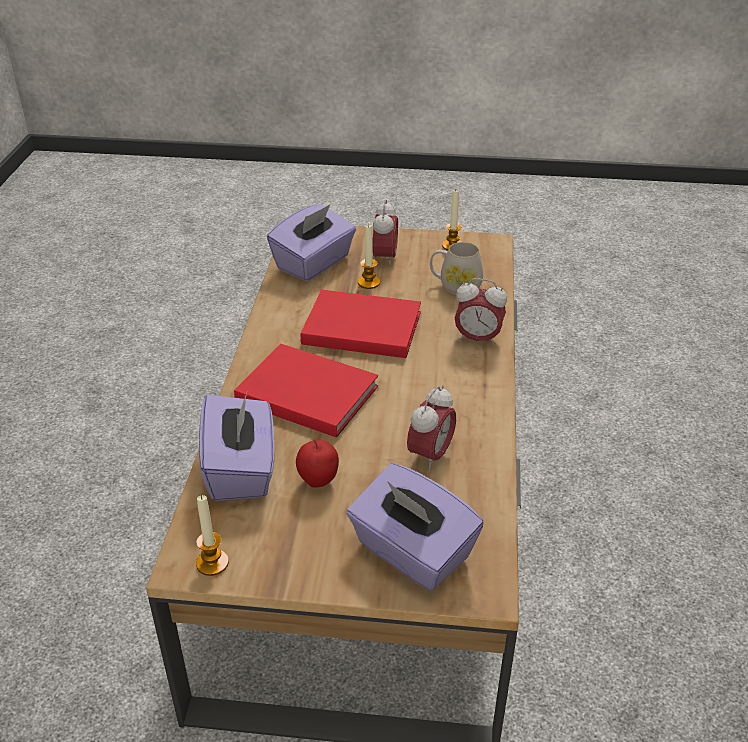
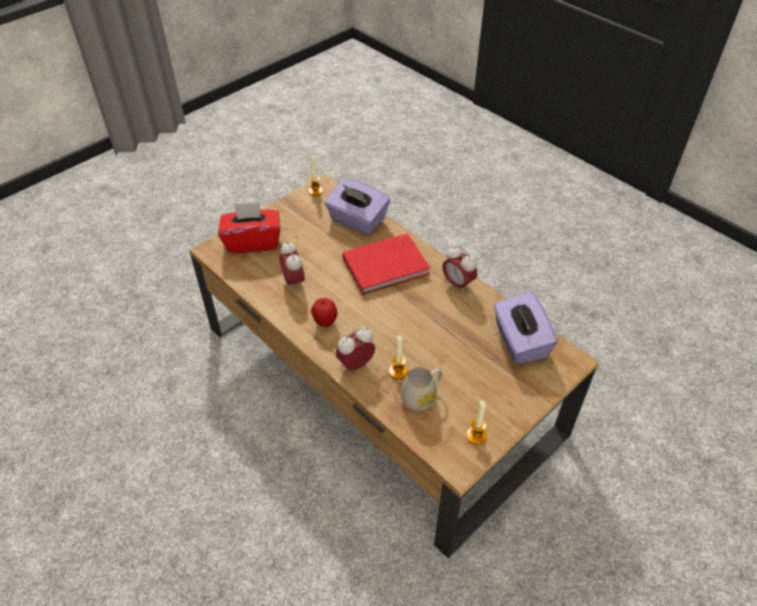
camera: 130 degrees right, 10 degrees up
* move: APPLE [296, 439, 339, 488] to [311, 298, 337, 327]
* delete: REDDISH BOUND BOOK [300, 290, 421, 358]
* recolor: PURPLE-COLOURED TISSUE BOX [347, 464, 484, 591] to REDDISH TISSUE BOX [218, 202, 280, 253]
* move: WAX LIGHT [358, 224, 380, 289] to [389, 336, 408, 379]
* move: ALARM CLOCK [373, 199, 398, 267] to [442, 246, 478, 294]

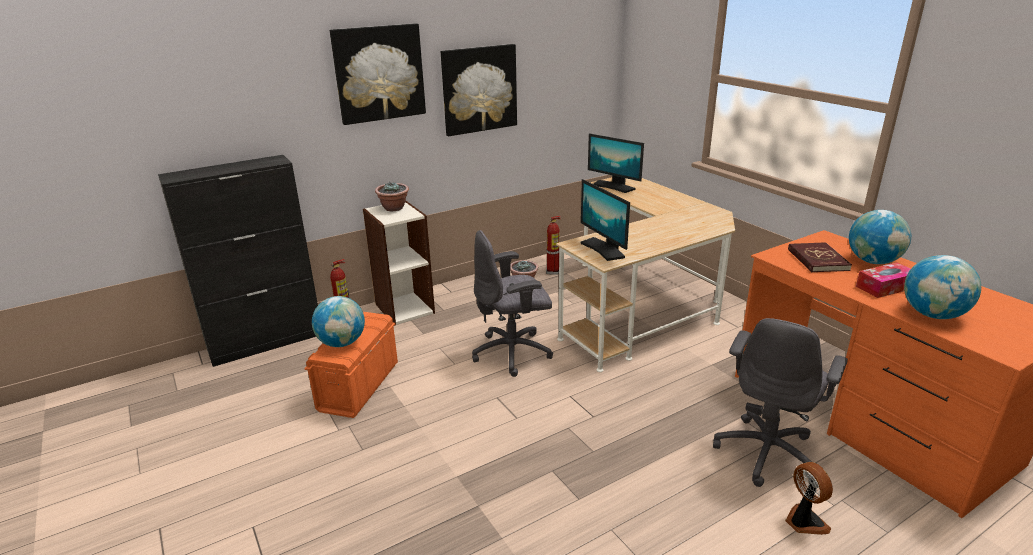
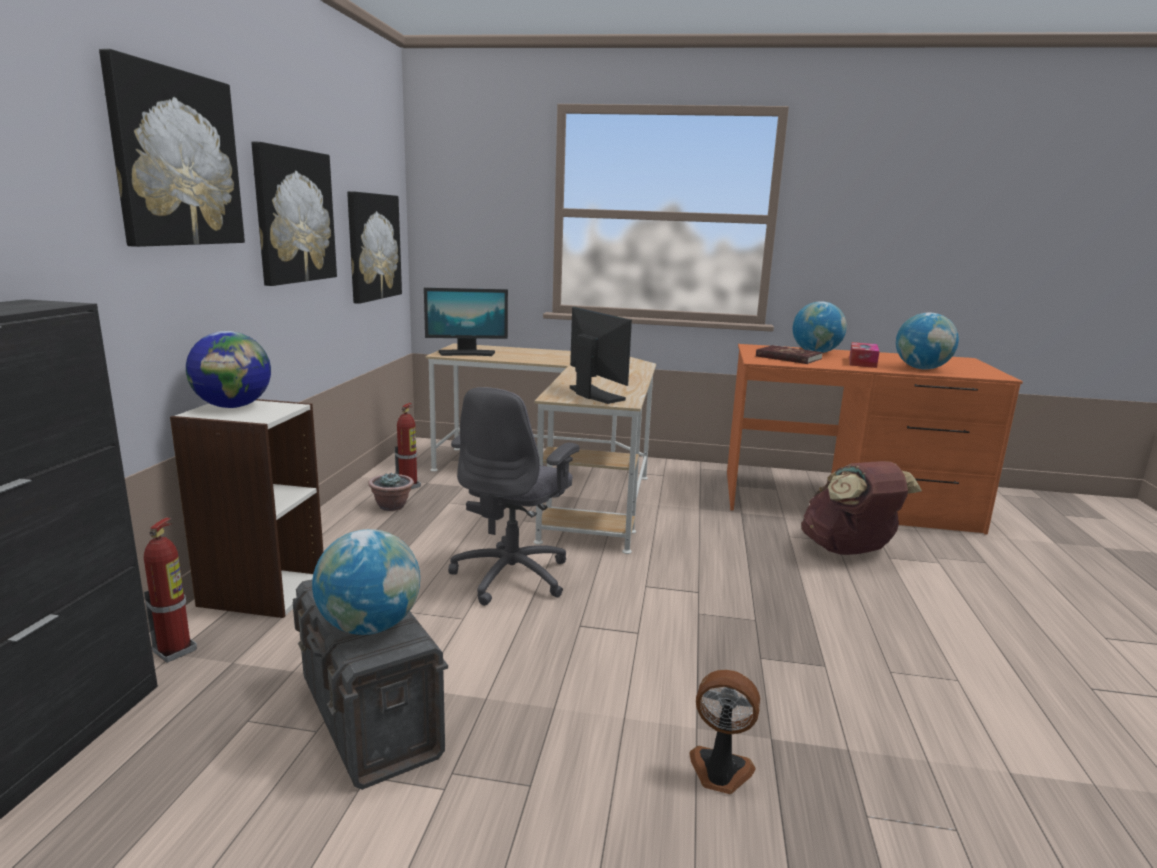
camera: 50 degrees left, 10 degrees down
* recolor: ORANGE-COLOURED STORAGE BIN [304, 312, 398, 418] to GREYISH STORAGE BIN [293, 579, 448, 790]
* replace: POTTED PLANT [375, 182, 409, 211] to DESK GLOBE [186, 331, 271, 408]
* rotate: COMPUTER DISPLAY [581, 179, 630, 261] = [570, 307, 632, 404] 135 degrees counterclockwise
* replace: GREYISH COMPUTER CHAIR [713, 318, 848, 487] to BROWN-COLOURED BACKPACK [801, 461, 922, 555]
* move: ELECTRIC FAN [785, 462, 833, 535] to [689, 670, 760, 794]
* insert: WALL ART [347, 191, 402, 304]

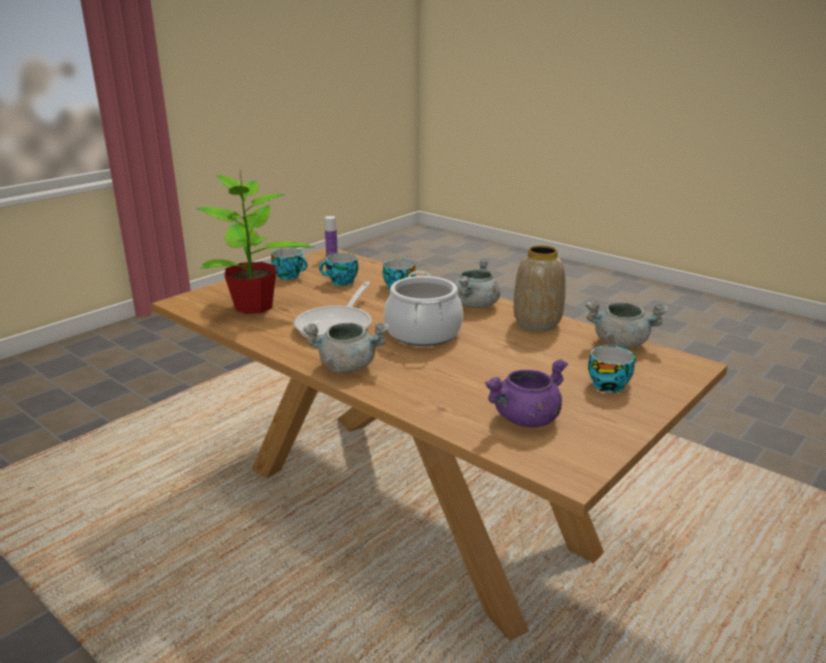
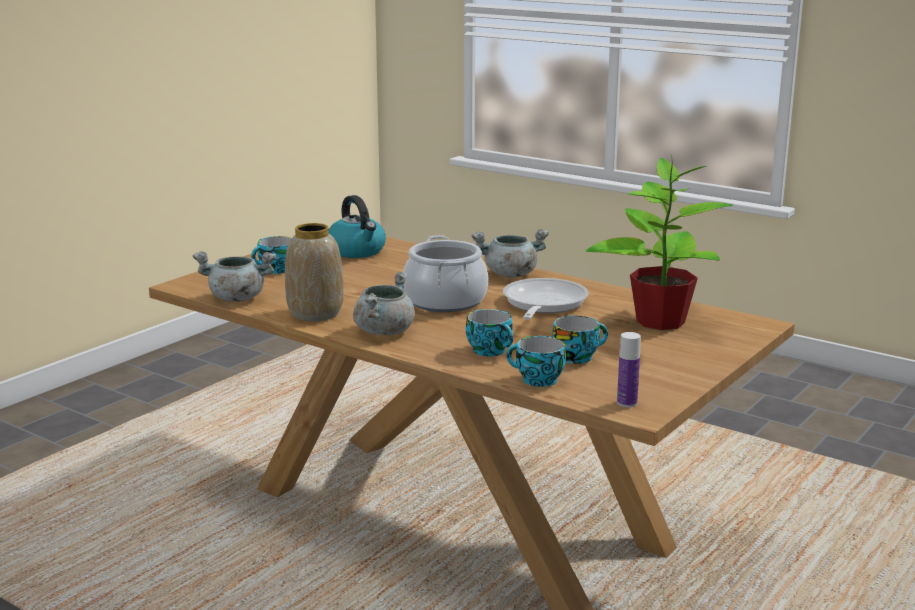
camera: 175 degrees right, 5 degrees down
* move: CUP [271, 248, 308, 280] to [506, 336, 566, 387]
* replace: PURPLE-COLOURED COOKING POT [485, 359, 568, 427] to TEA KETTLE [328, 195, 386, 258]

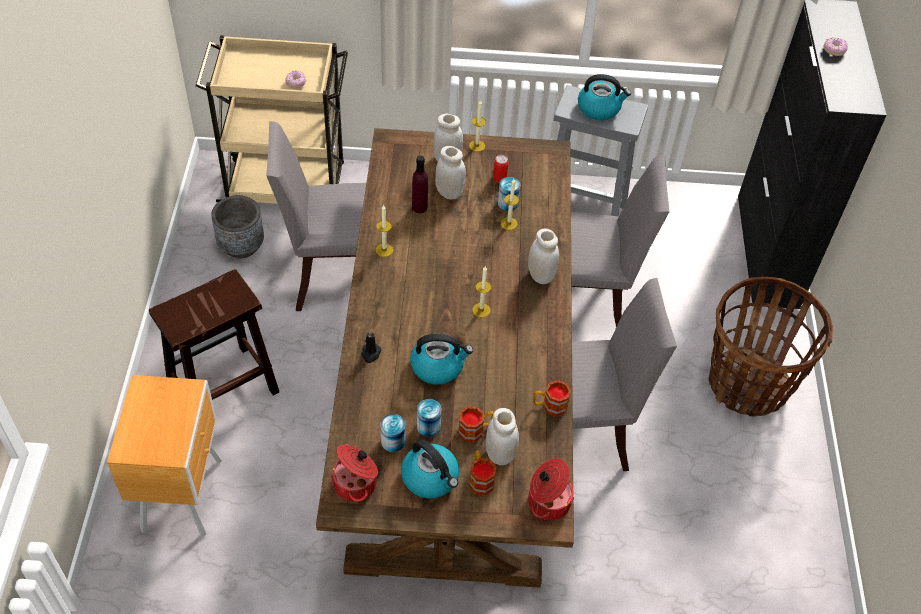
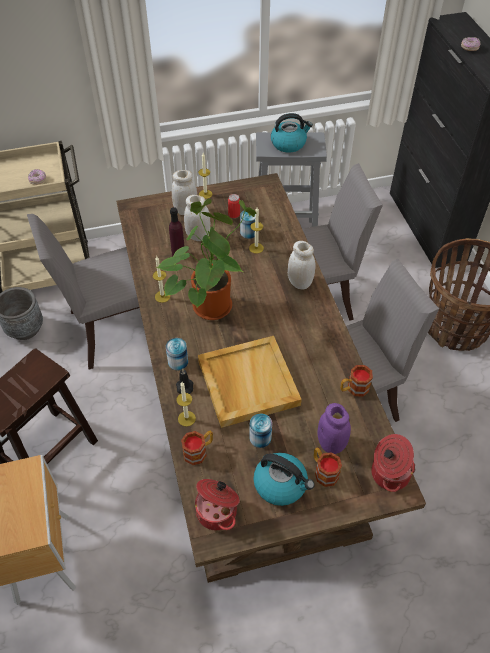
camera: 15 degrees left, 0 degrees up
* move: CAN [380, 414, 405, 452] to [166, 338, 188, 371]
* replace: TEA KETTLE [410, 334, 473, 385] to BEIGE CARRYING TRAY [198, 336, 302, 428]
* move: MUG [458, 406, 494, 443] to [181, 431, 213, 465]
* move: WAX LIGHT [472, 266, 491, 318] to [176, 382, 196, 427]
* recolor: WHITE JAR [486, 408, 519, 465] to PURPLE-COLOURED JAR [318, 403, 351, 454]
* insert: POTTED PLANT [155, 199, 256, 320]

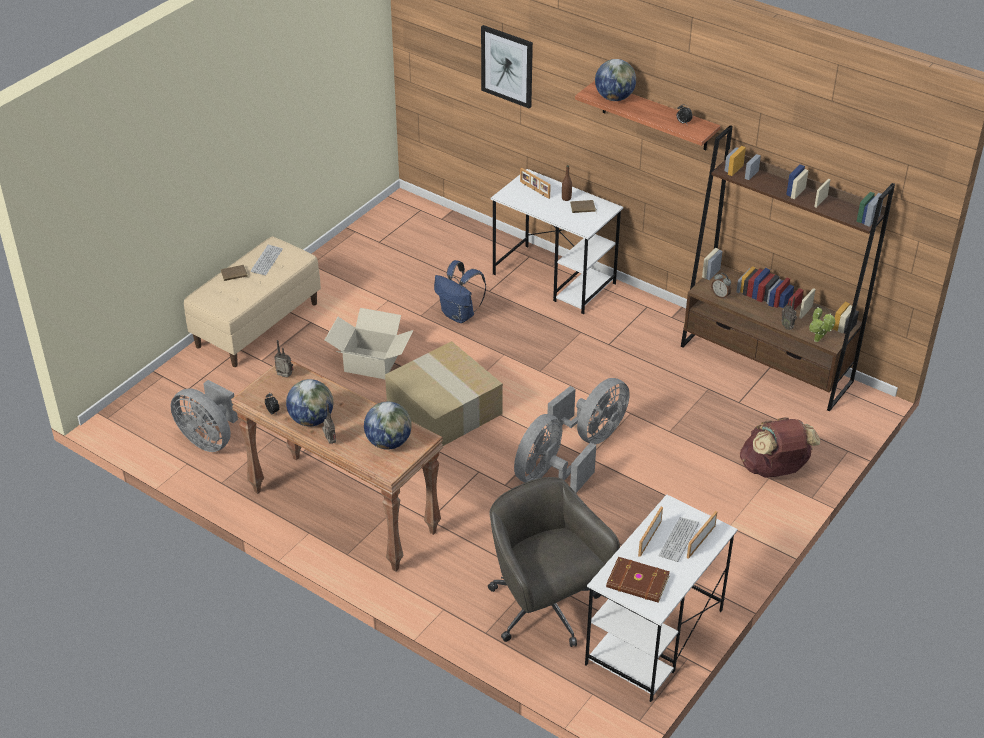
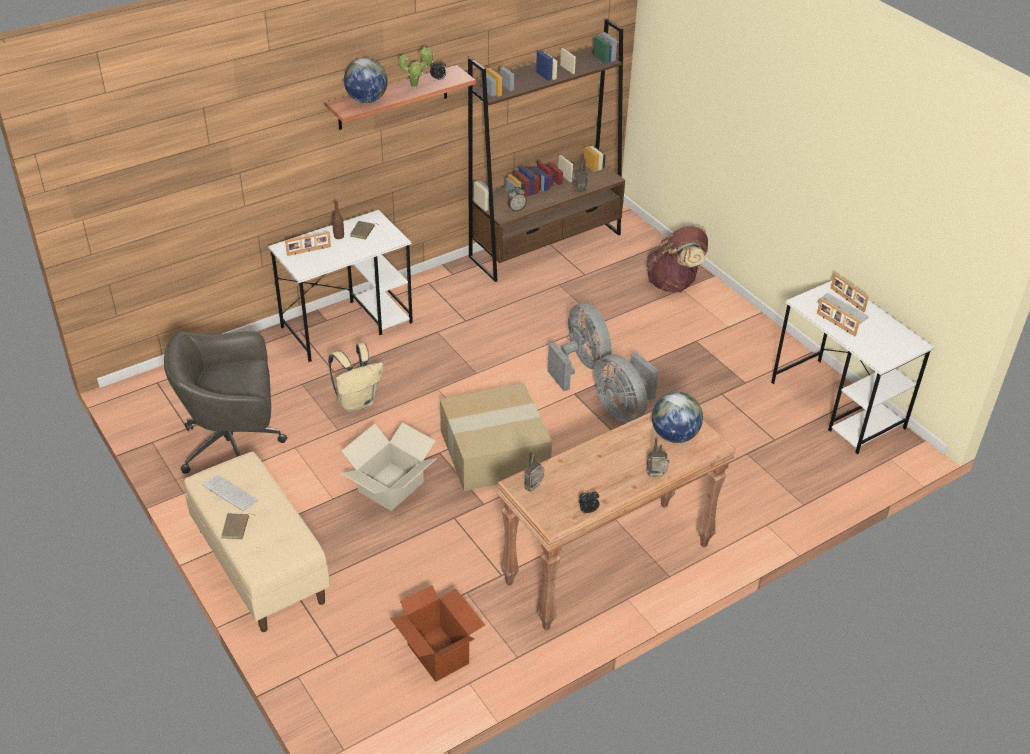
camera: 70 degrees left, 0 degrees up
* replace: GREYISH ELECTRIC FAN [170, 380, 238, 452] to PACKING BOX [390, 585, 485, 682]
* delete: DESK GLOBE [286, 379, 333, 427]
* recolor: BLUE BACKPACK [434, 260, 486, 323] to BEIGE BACKPACK [328, 343, 383, 412]
* delete: WALL ART [481, 25, 533, 108]
* move: GREYISH COMPUTER CHAIR [488, 477, 620, 647] to [164, 331, 287, 474]
* delete: BROWN-COLOURED BOUND BOOK [606, 557, 670, 603]
* move: POTTED PLANT [809, 307, 835, 342] to [399, 46, 434, 88]

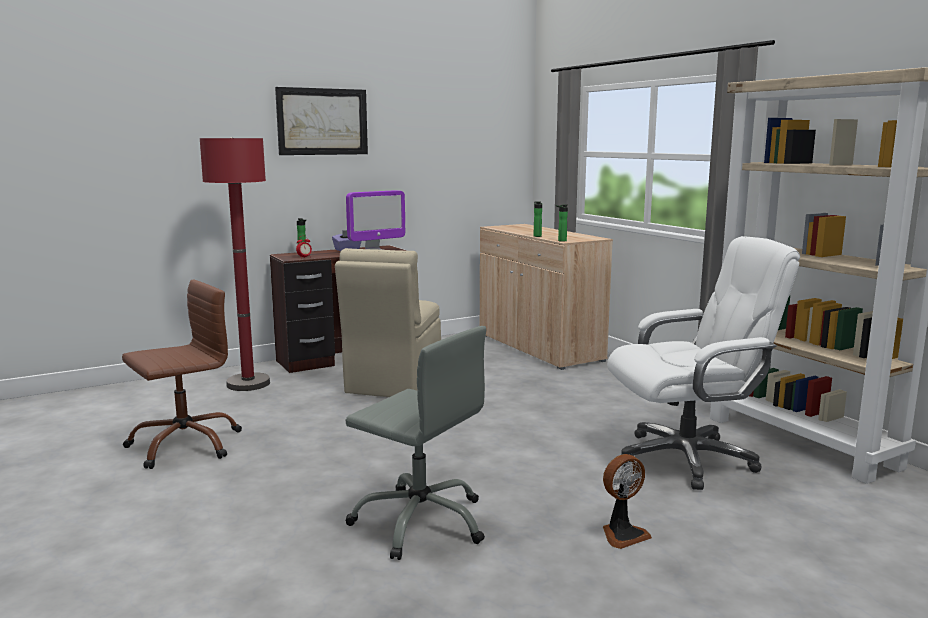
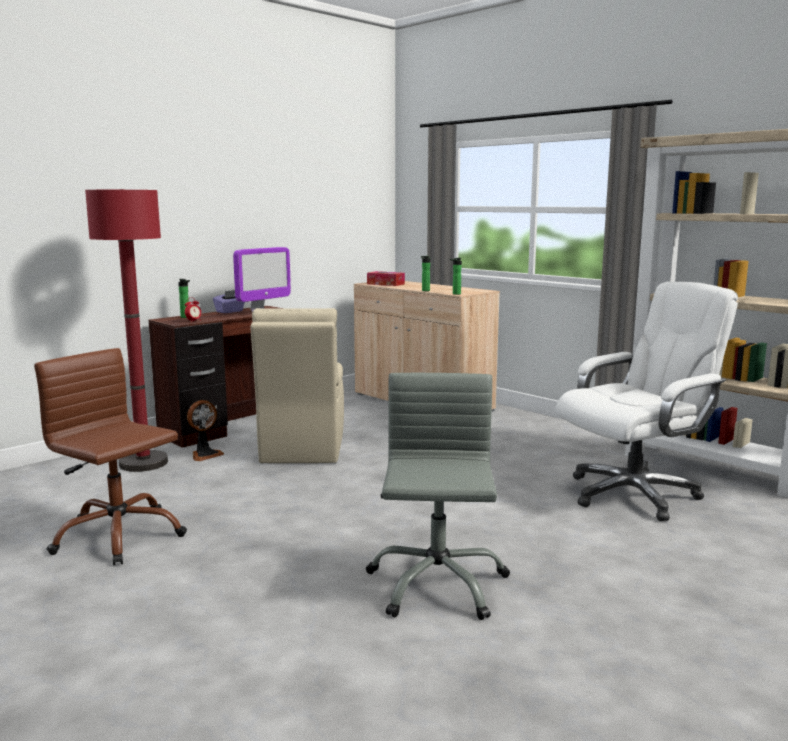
camera: 15 degrees left, 0 degrees up
* rotate: BROWN-COLOURED COMPUTER CHAIR [122, 279, 242, 469] = [34, 348, 187, 565] 90 degrees counterclockwise
* delete: WALL ART [275, 87, 368, 155]
* rotate: GREYISH COMPUTER CHAIR [345, 326, 486, 560] = [366, 373, 510, 620] 105 degrees counterclockwise
* move: ELECTRIC FAN [603, 454, 652, 549] to [187, 400, 224, 461]
* insert: TISSUE BOX [367, 271, 405, 286]

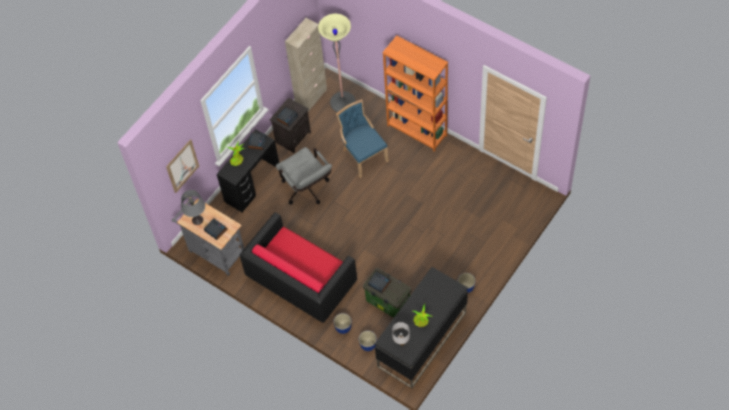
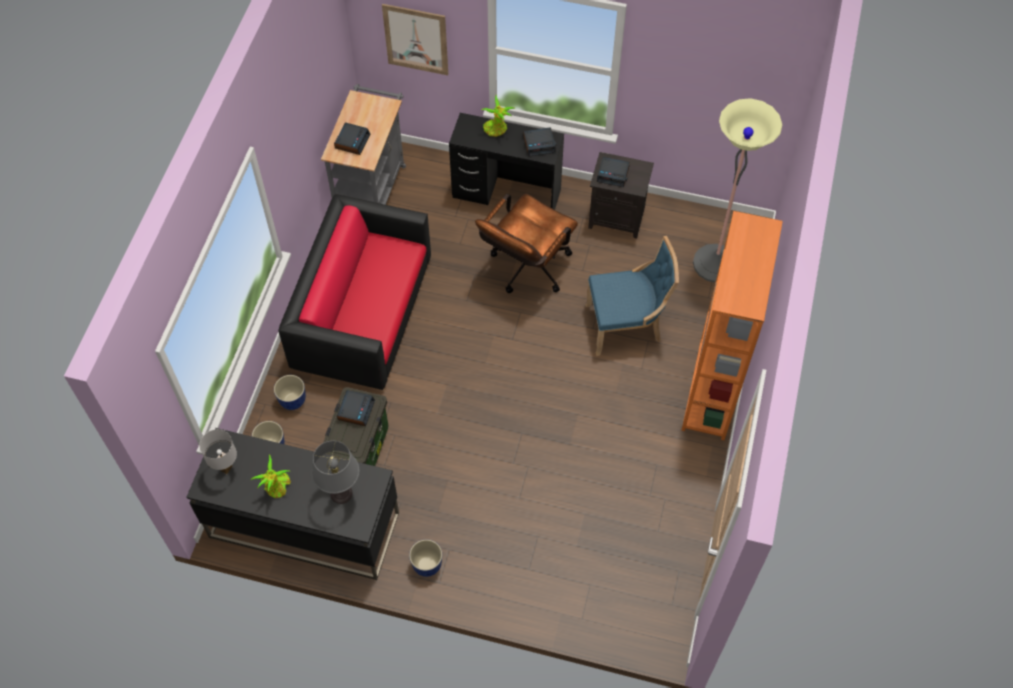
camera: 65 degrees right, 0 degrees up
* move: GREYISH TABLE LAMP [181, 190, 205, 225] to [312, 441, 359, 504]
* recolor: GREYISH COMPUTER CHAIR [276, 147, 332, 205] to BROWN-COLOURED COMPUTER CHAIR [475, 194, 578, 293]
* delete: BEIGE STORAGE CABINET [285, 18, 327, 111]
* rotate: BLUE CHAIR [336, 99, 389, 178] = [585, 236, 679, 356] 45 degrees clockwise

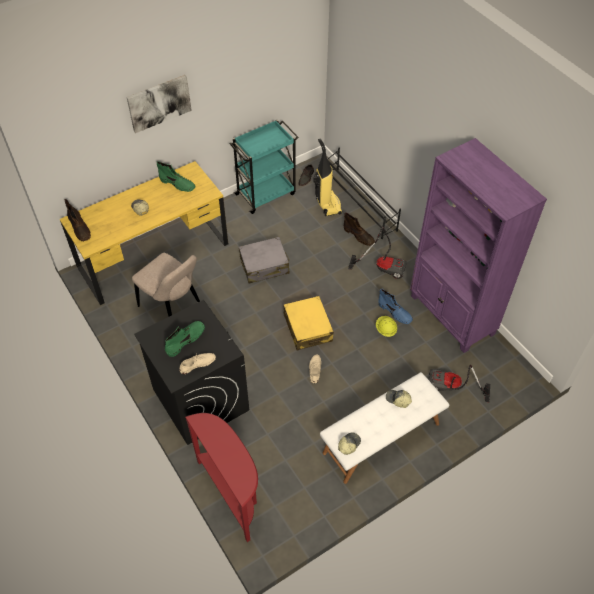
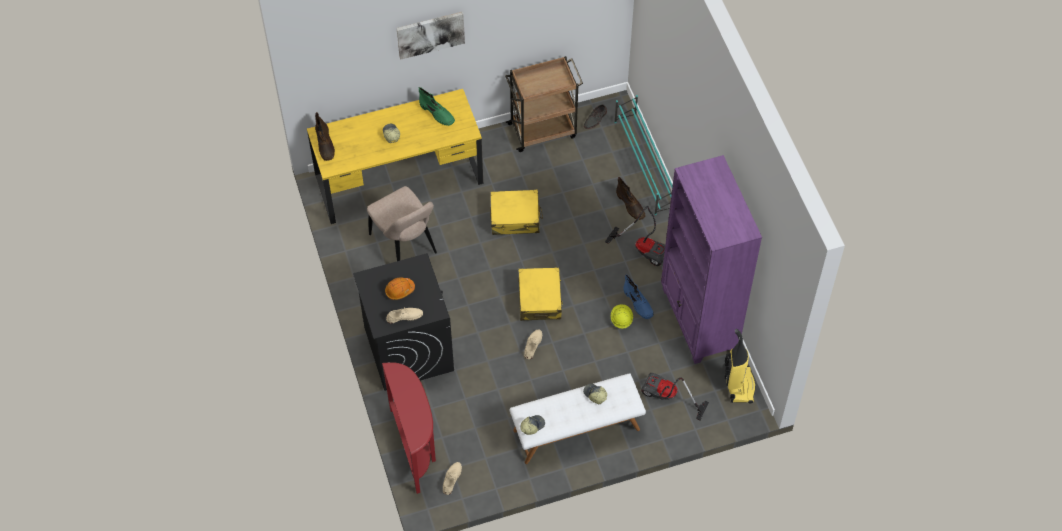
camera: 15 degrees right, 5 degrees up
* replace: GREEN-COLOURED BOOT [165, 321, 205, 357] to ORANGE-COLOURED WORK HELMET [385, 277, 415, 300]
* recolor: TURQUOISE-COLOURED CART [230, 120, 299, 214] to BROWN-COLOURED CART [505, 56, 583, 152]
* recolor: GREYISH TRAVEL CASE [239, 237, 290, 284] to YELLOWISH TRAVEL CASE [490, 190, 543, 235]
* move: VACUUM CLEANER [313, 139, 342, 216] to [724, 329, 756, 404]
* recolor: BLACKISH SHOE SHELF [328, 148, 401, 239] to TURQUOISE-COLOURED SHOE SHELF [614, 95, 673, 215]
* insert: BEIGE SHOE [443, 462, 462, 495]

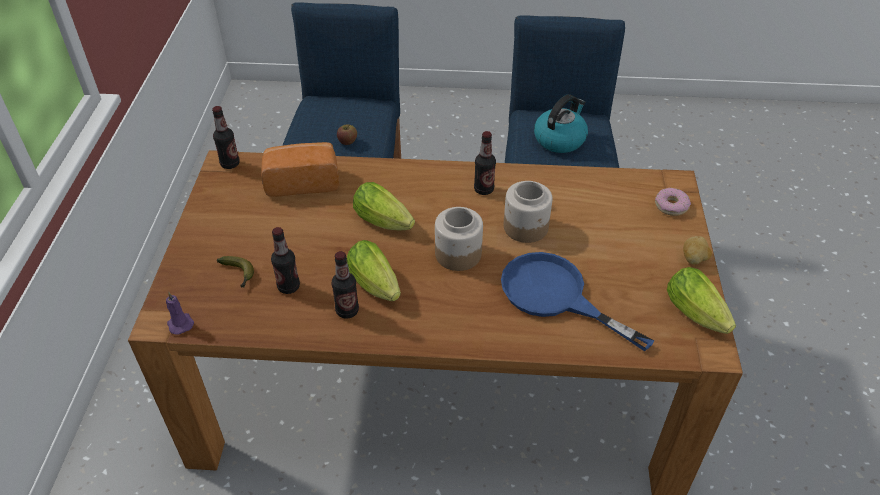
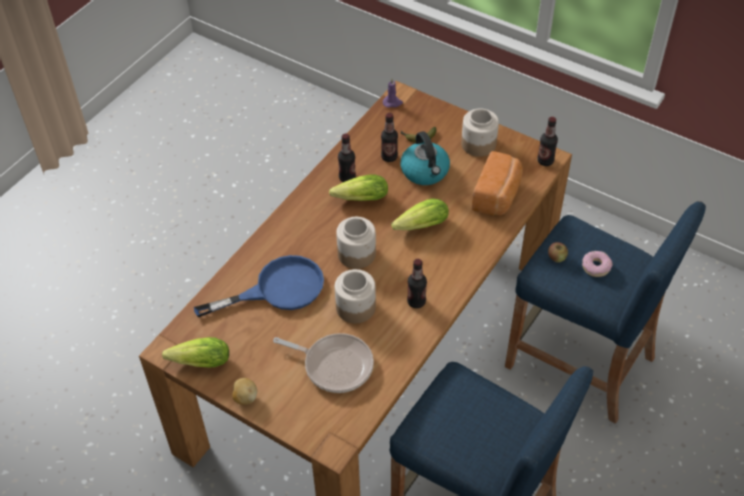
camera: 120 degrees right, 5 degrees up
* move: TEA KETTLE [534, 94, 588, 153] to [400, 131, 450, 185]
* move: RING DOUGHNUT [655, 188, 691, 216] to [582, 251, 613, 277]
* insert: FRYING PAN [273, 333, 374, 393]
* insert: JAR [461, 109, 499, 157]

